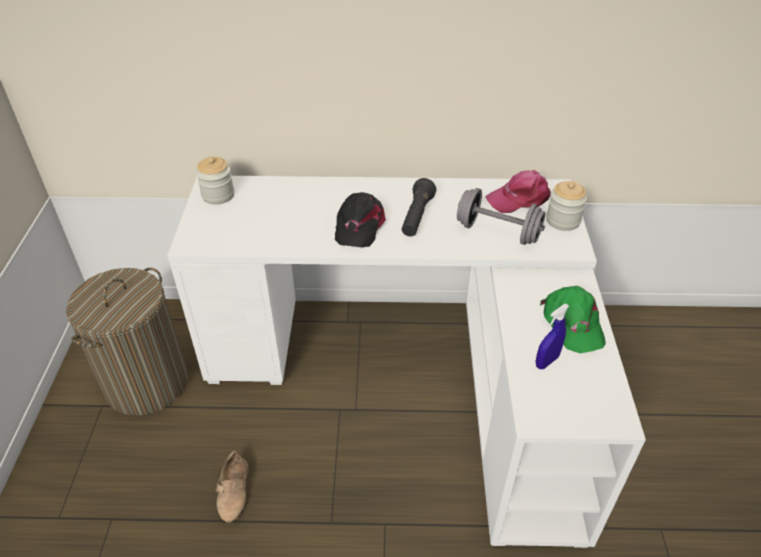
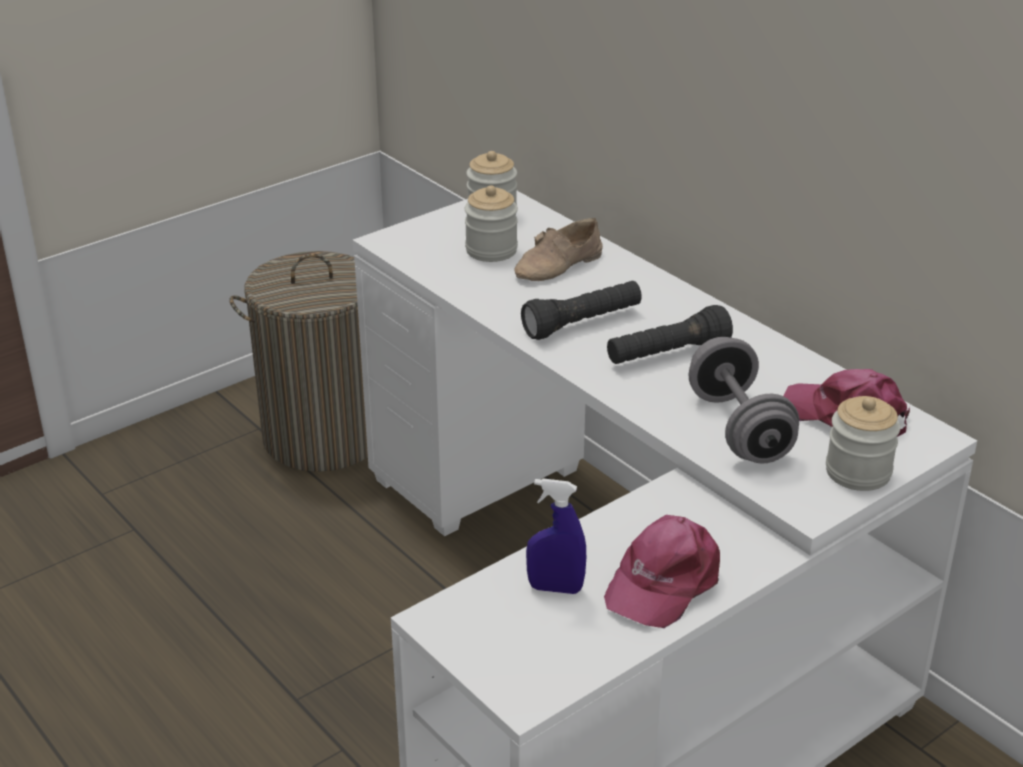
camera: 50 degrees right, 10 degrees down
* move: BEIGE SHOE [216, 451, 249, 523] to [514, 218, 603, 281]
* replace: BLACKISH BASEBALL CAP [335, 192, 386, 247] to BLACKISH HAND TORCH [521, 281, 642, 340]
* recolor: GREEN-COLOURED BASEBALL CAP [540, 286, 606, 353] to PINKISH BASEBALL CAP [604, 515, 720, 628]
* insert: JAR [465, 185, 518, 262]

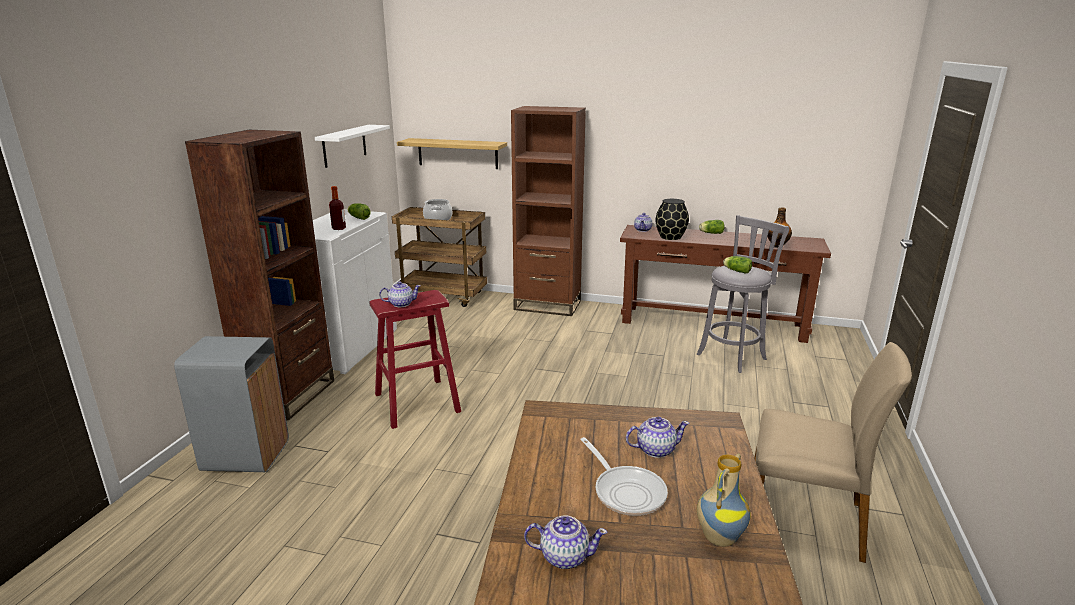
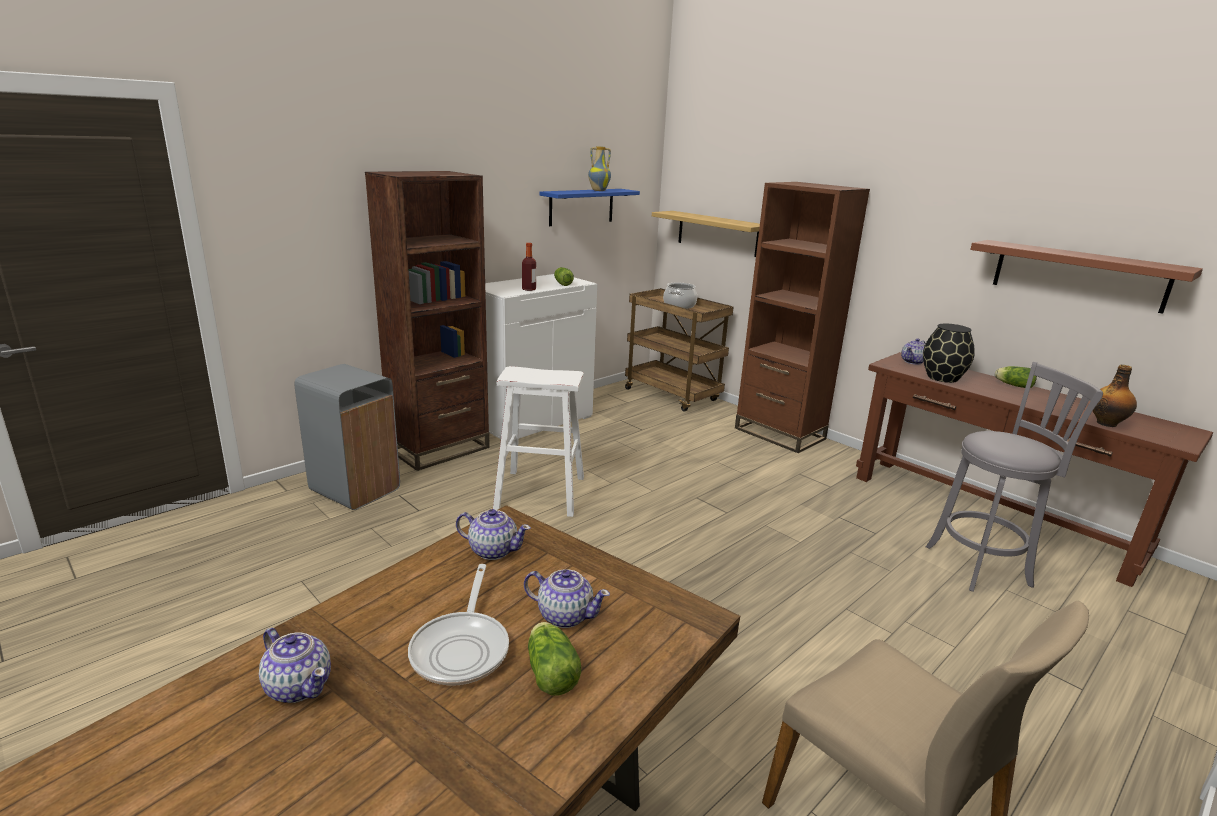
camera: 30 degrees right, 0 degrees up
* recolor: WHITE BRACKET SHELF [315, 125, 390, 168] to BLUE BRACKET SHELF [539, 189, 640, 226]
* recolor: REDDISH SITTING STOOL [369, 290, 461, 429] to WHITE SITTING STOOL [493, 366, 584, 517]
* move: POT FOR TEA [379, 281, 421, 307] to [456, 509, 531, 560]
* move: FLOWER VASE [697, 453, 750, 547] to [588, 146, 611, 191]
* move: LETTUCE HEAD [723, 256, 752, 274] to [528, 622, 581, 696]
* insert: BROWN-COLOURED BRACKET SHELF [970, 240, 1203, 314]

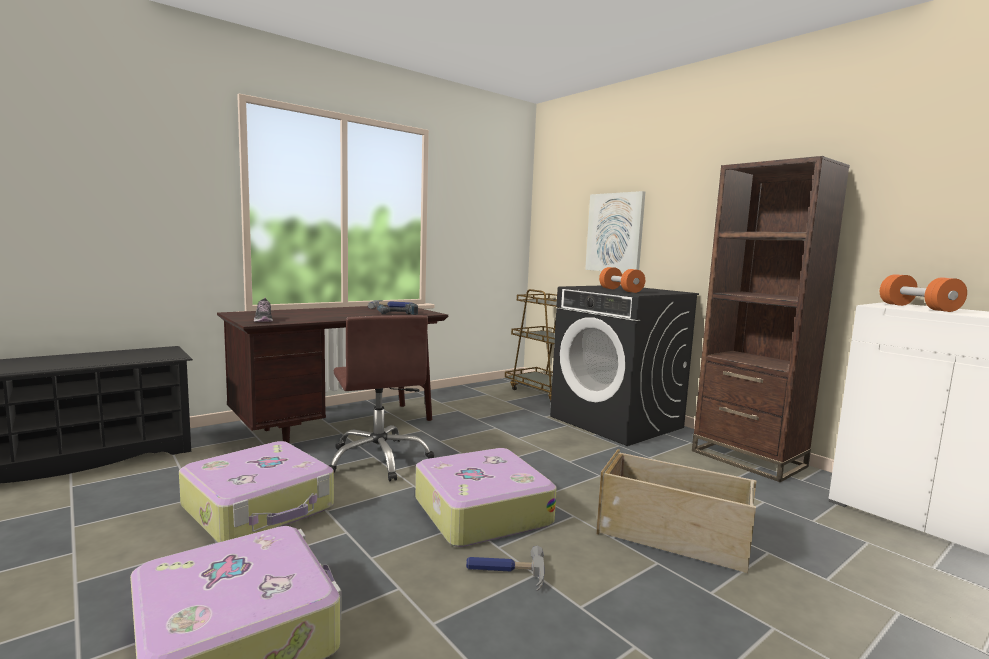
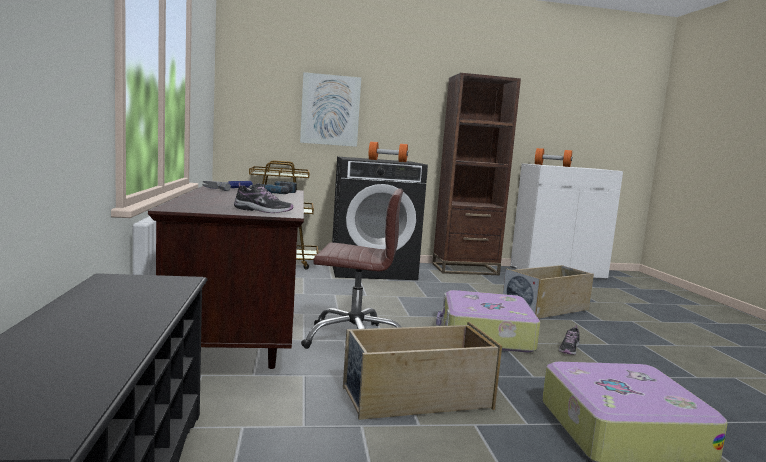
camera: 60 degrees left, 0 degrees up
* replace: TRAVEL CASE [179, 441, 334, 543] to BEIGE STORAGE BIN [343, 322, 502, 420]
* replace: HAMMER [466, 546, 544, 591] to SHOE [559, 325, 580, 355]

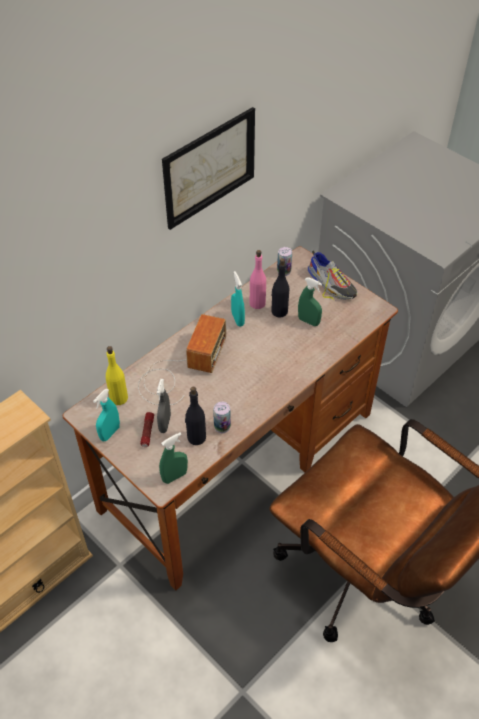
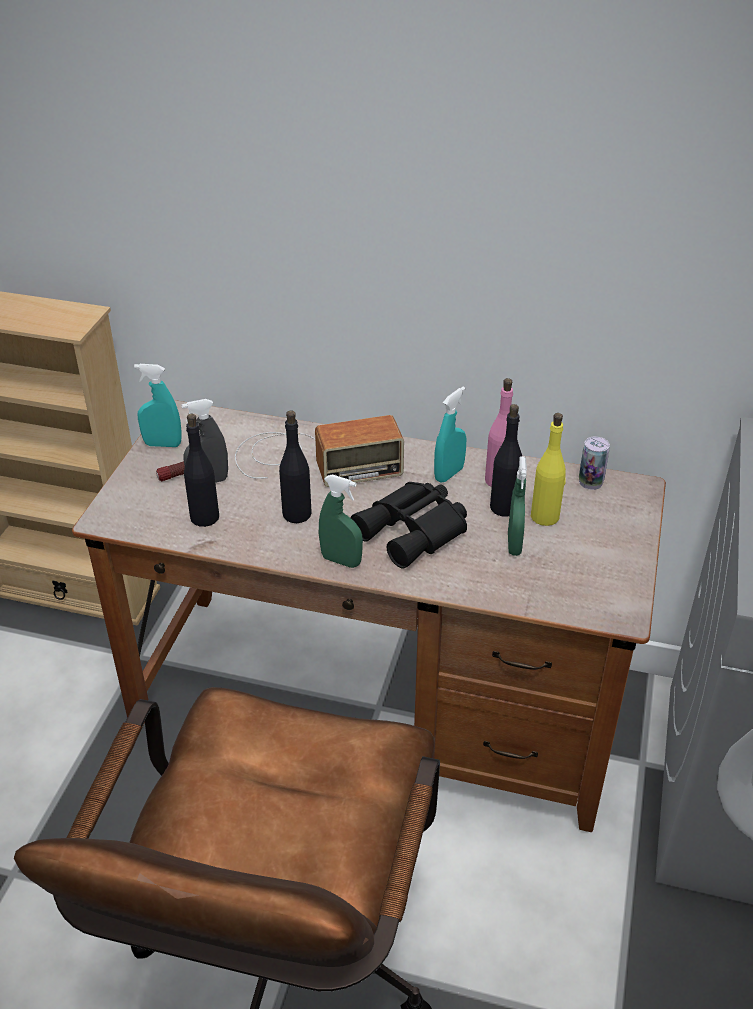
camera: 60 degrees right, 10 degrees down
* move: YELLOWISH DRINK BOTTLE [106, 346, 128, 405] to [531, 413, 566, 526]
* move: GREEN-COLOURED SPRAYER [159, 432, 188, 484] to [319, 474, 363, 568]
* delete: WALL ART [162, 107, 255, 230]
* delete: CAN [213, 402, 231, 433]
* delete: SHOE [308, 251, 357, 300]
* insert: BLACKISH DRINK BOTTLE [279, 410, 312, 523]
* insert: BLACKISH FIELD GLASSES [350, 482, 467, 569]

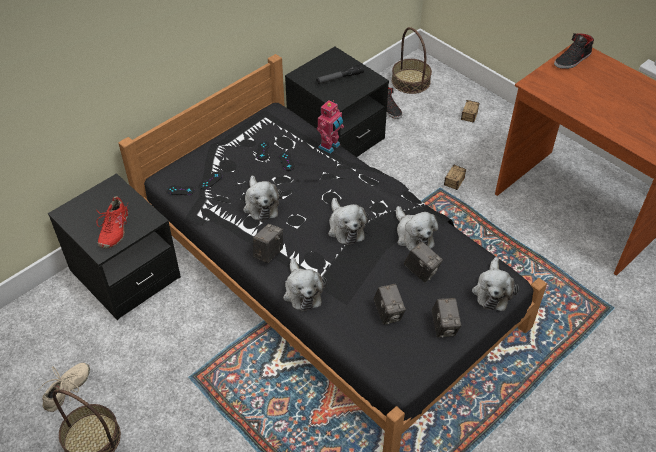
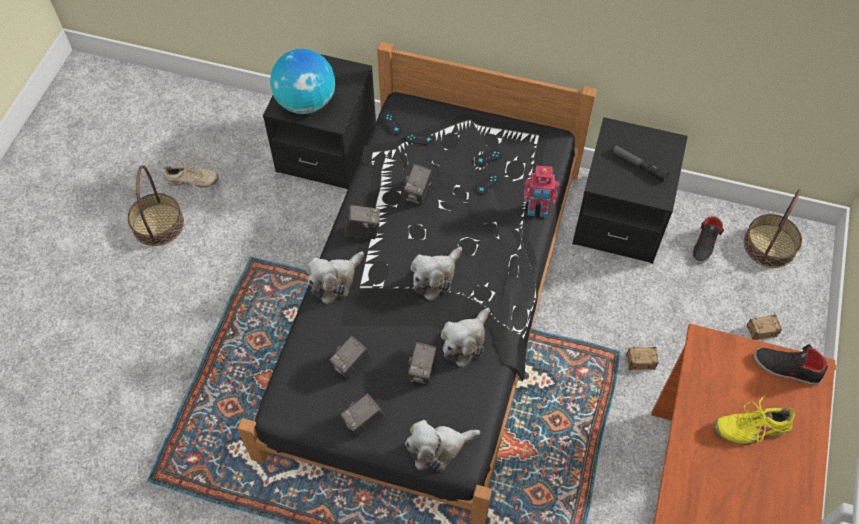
camera: 60 degrees right, 10 degrees up
* replace: REDDISH SHOE [96, 196, 128, 248] to DESK GLOBE [270, 49, 335, 114]
* replace: CUDDLY TOY [243, 176, 282, 221] to PHOTO CAMERA [404, 164, 432, 205]
* insert: YELLOWISH SHOE [714, 394, 795, 445]

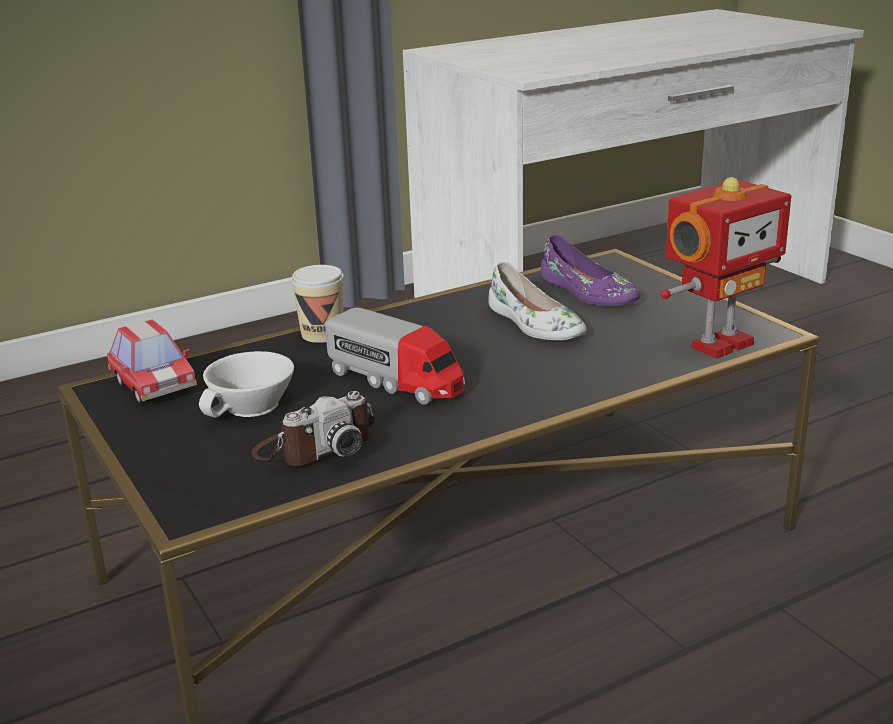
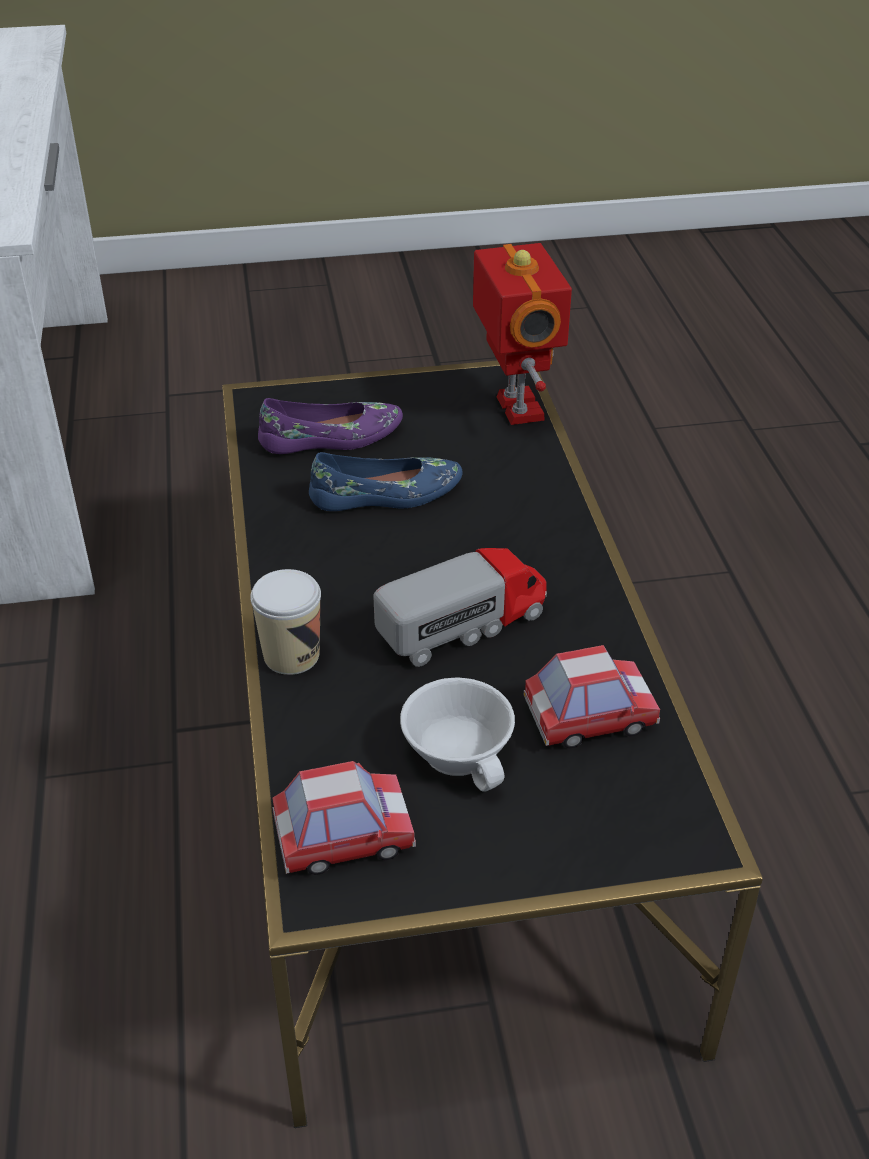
camera: 70 degrees left, 15 degrees up
* replace: PHOTO CAMERA [252, 391, 375, 466] to MODEL CAR [524, 645, 660, 749]
* recolor: WHITE SHOE [488, 261, 587, 340] to BLUE SHOE [309, 452, 463, 511]

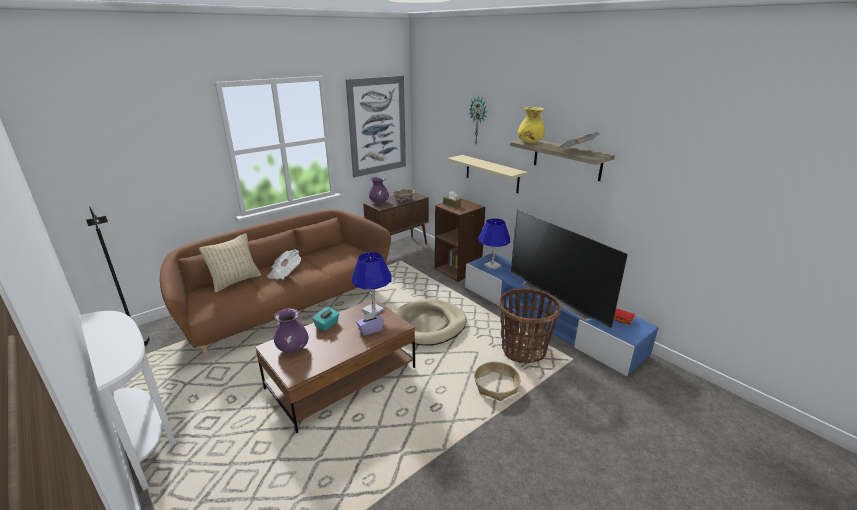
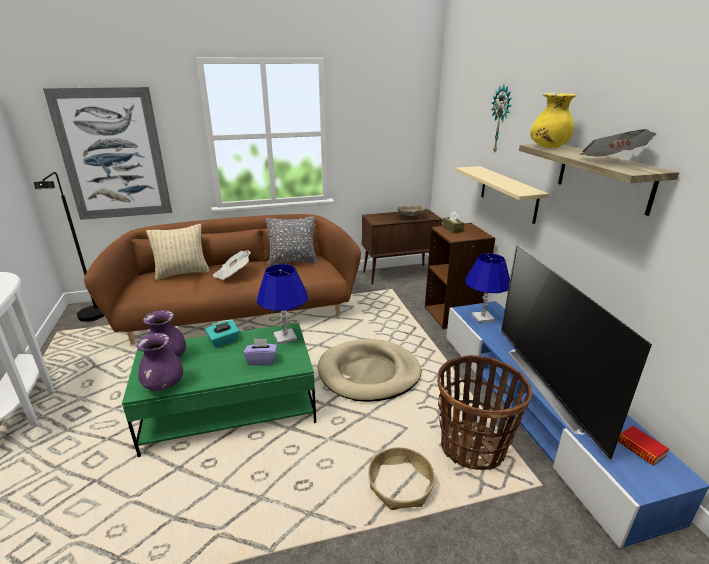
camera: 25 degrees right, 0 degrees up
* recolor: BROWN-COLOURED LOUNGE TABLE [255, 299, 415, 433] to GREEN-COLOURED LOUNGE TABLE [122, 323, 316, 457]
* move: WALL ART [346, 76, 406, 177] to [43, 87, 172, 220]
* move: PURPLE-COLOURED FLOWER VASE [369, 177, 389, 203] to [136, 333, 183, 391]
* insert: GREYISH PILLOW [266, 216, 318, 265]

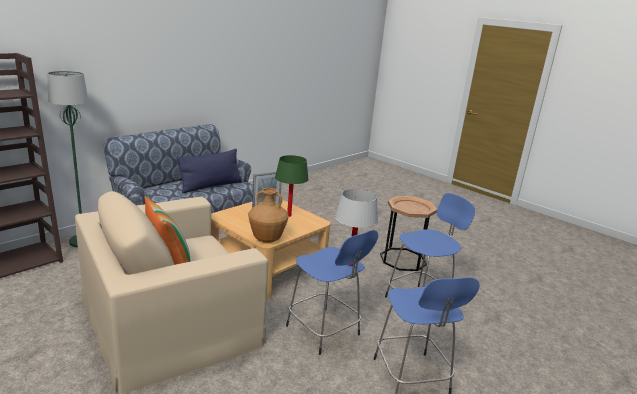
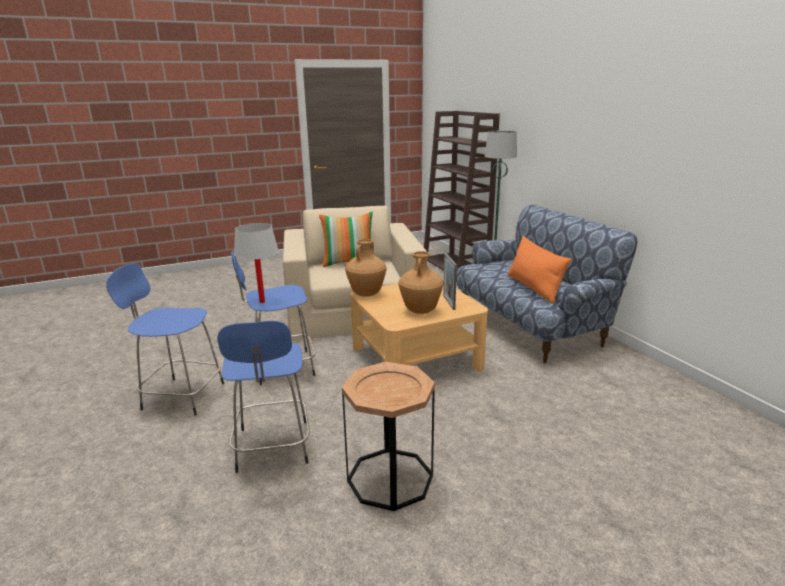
camera: 115 degrees right, 0 degrees up
* recolor: BLUE PILLOW [176, 149, 242, 193] to ORANGE-COLOURED PILLOW [508, 236, 572, 304]
* replace: GREEN-COLOURED TABLE LAMP [275, 155, 309, 217] to BROWN-COLOURED FLOWER VASE [398, 251, 444, 314]

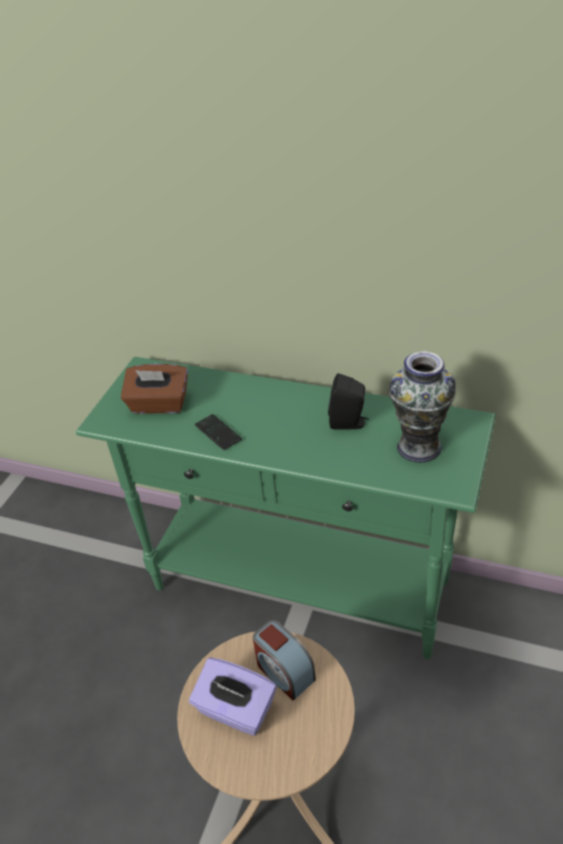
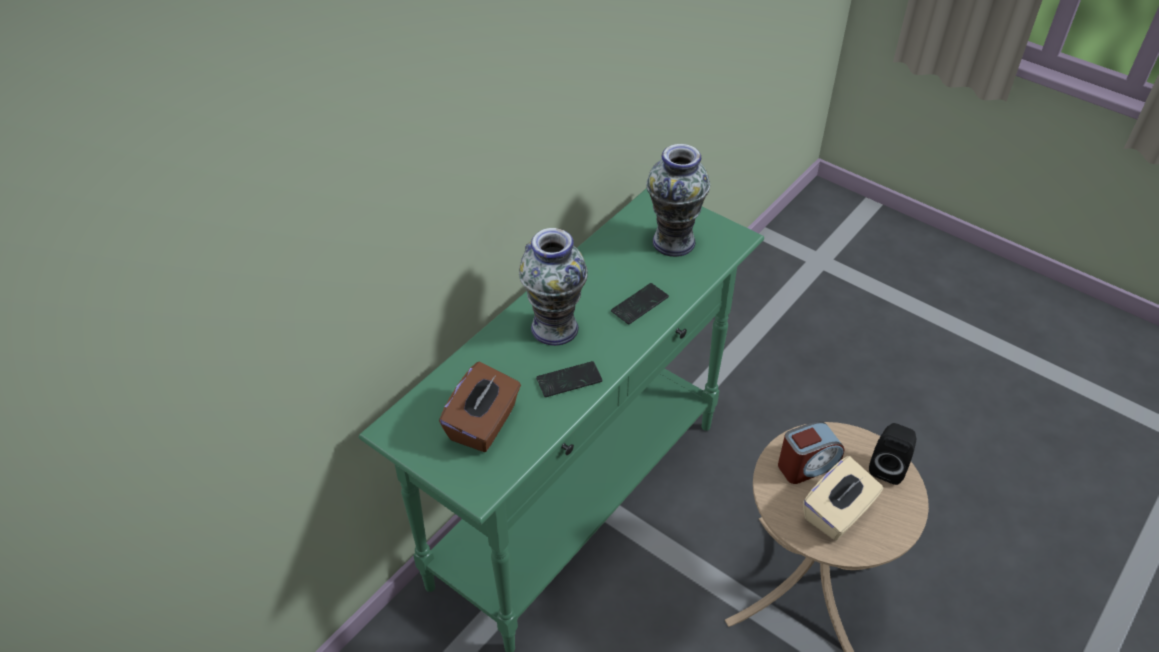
camera: 75 degrees left, 5 degrees up
* recolor: PURPLE-COLOURED TISSUE BOX [189, 658, 276, 736] to BEIGE TISSUE BOX [803, 456, 883, 540]
* move: BLACKISH AUDIO SPEAKER [328, 373, 369, 430] to [869, 423, 917, 485]
* insert: FLOWER VASE [519, 228, 588, 346]
* insert: HANDSET [611, 283, 669, 324]

